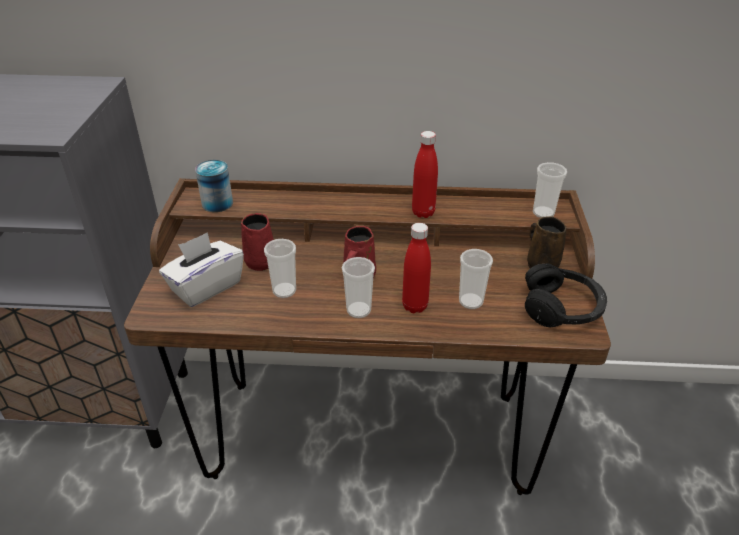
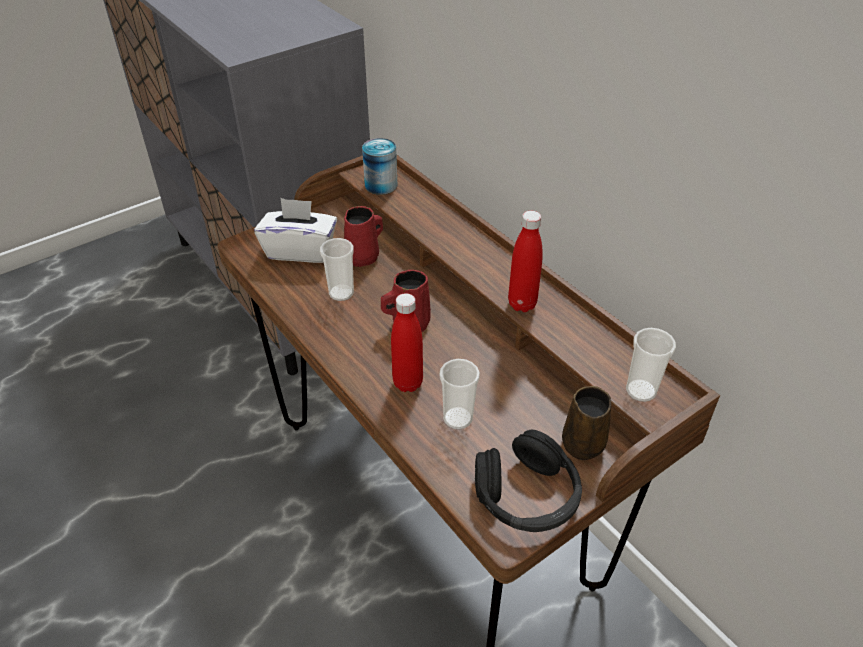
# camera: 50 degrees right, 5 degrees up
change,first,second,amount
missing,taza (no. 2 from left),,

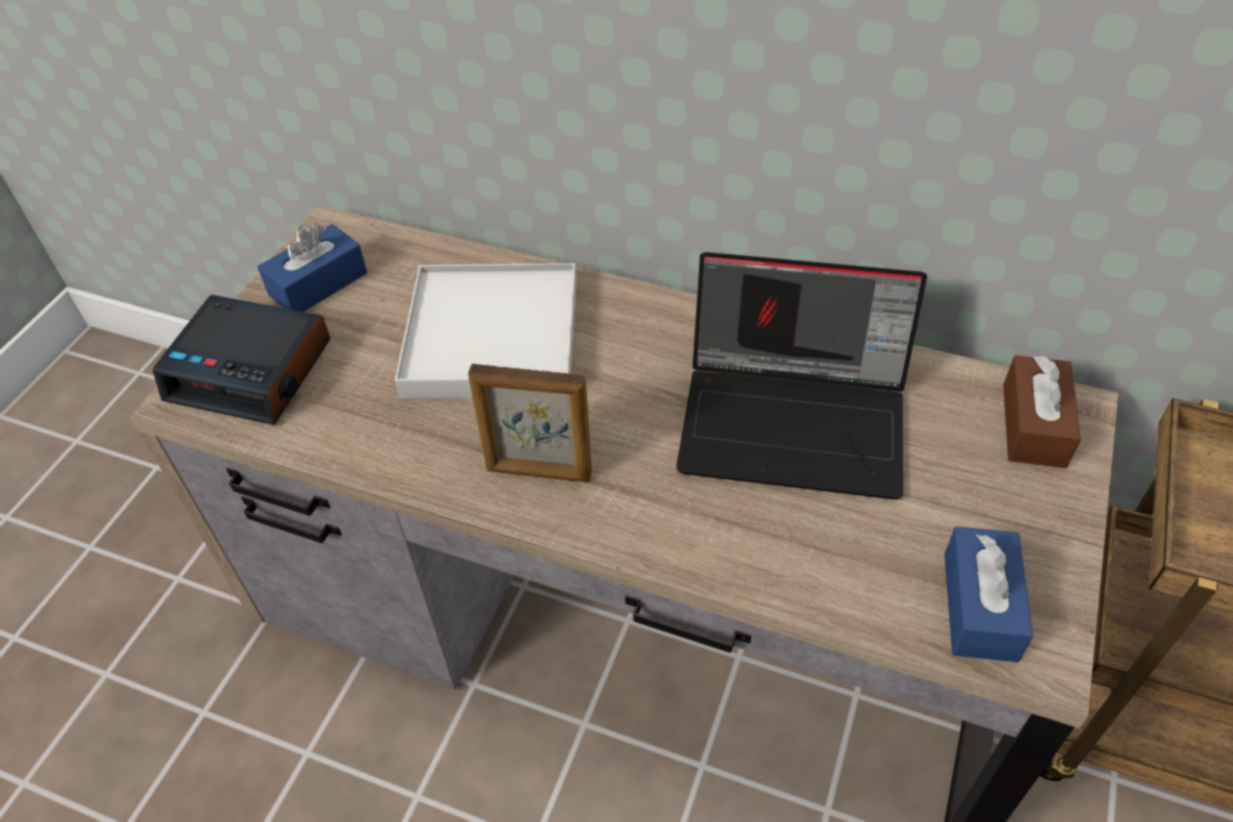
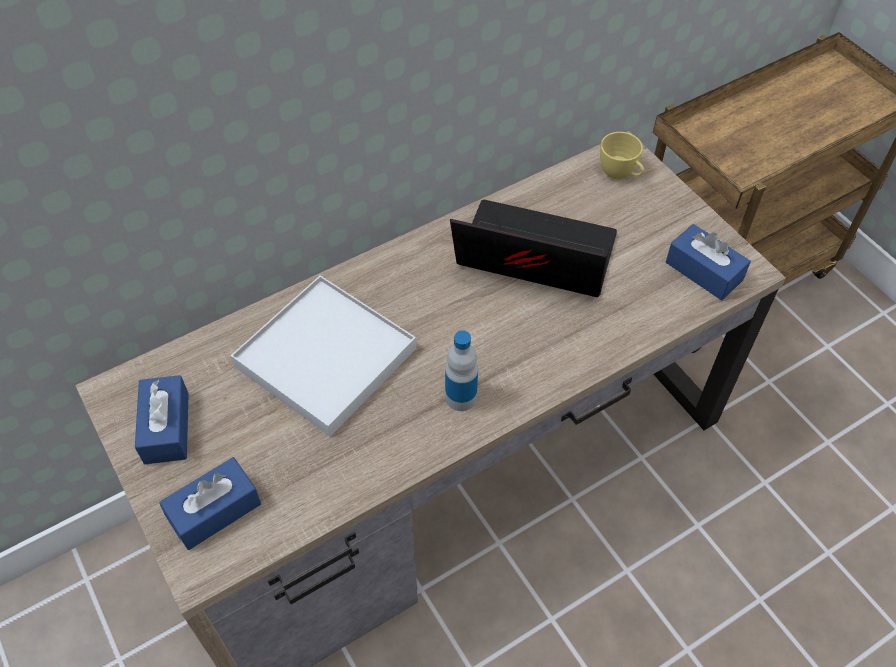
# camera: 55 degrees left, 5 degrees up
change,first,second,amount
spun,portátil,,120 degrees counterclockwise
exchanged,despertador,caja de pañuelos [azul] (no. 2 from left),
exchanged,caja de pañuelos [marrón],taza [amarillo],
exchanged,portarretratos,botella,

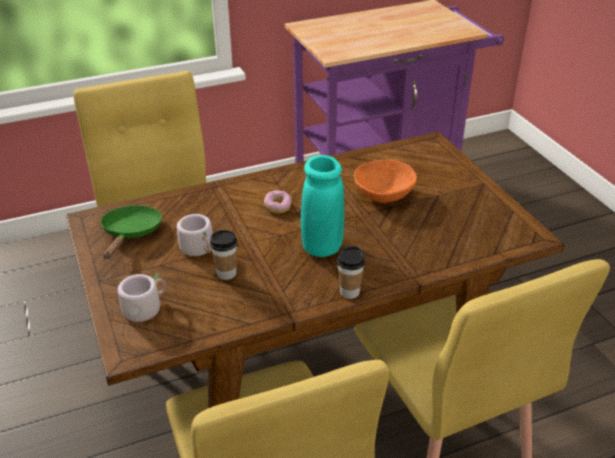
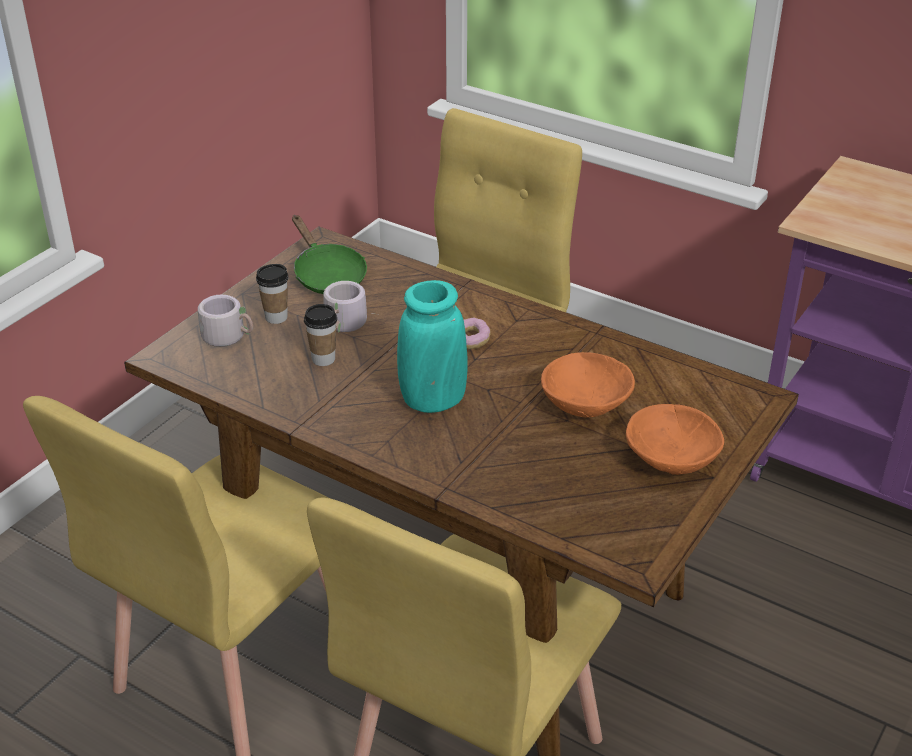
# camera: 55 degrees right, 0 degrees up
change,first,second,amount
spun,sartén [verde],,90 degrees clockwise
relocated,taza (no. 2 from left in the first image),taza (no. 1 from left),
appeared,,cuenco [naranja] (no. 2 from left),

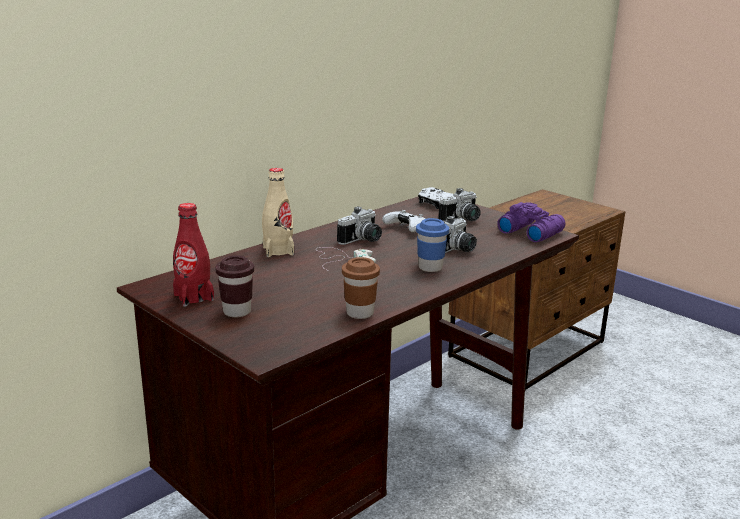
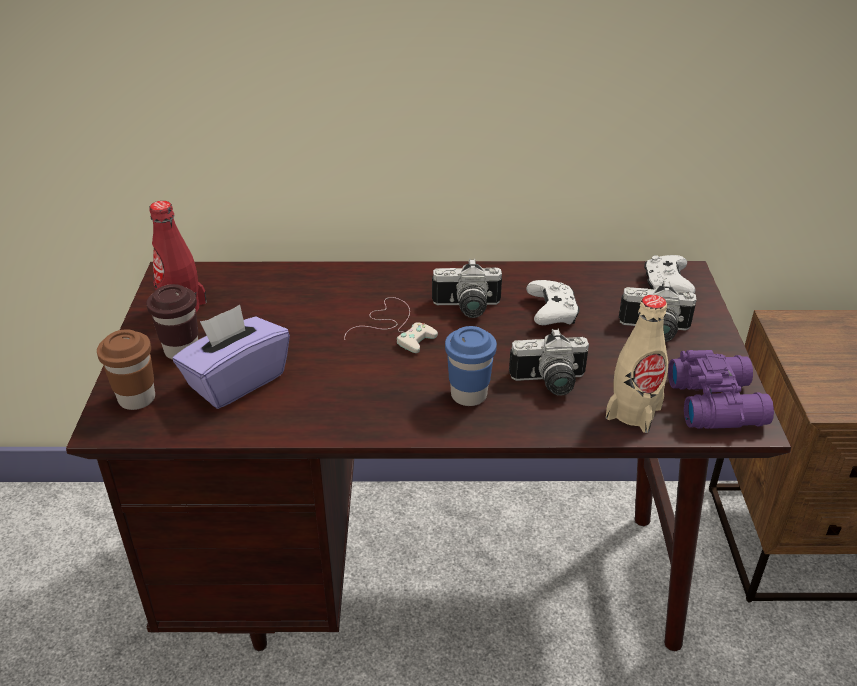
# camera: 45 degrees right, 15 degrees up
change,first,second,amount
relocated,botella [beis],,
relocated,taza [marrón] (no. 2 from left in the first image),taza [marrón] (no. 1 from left),
appeared,,caja de pañuelos [morado],

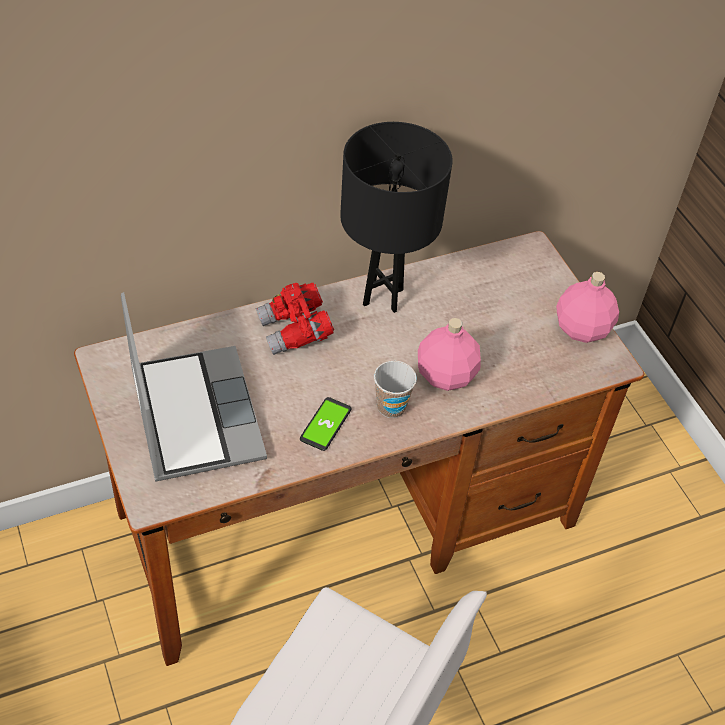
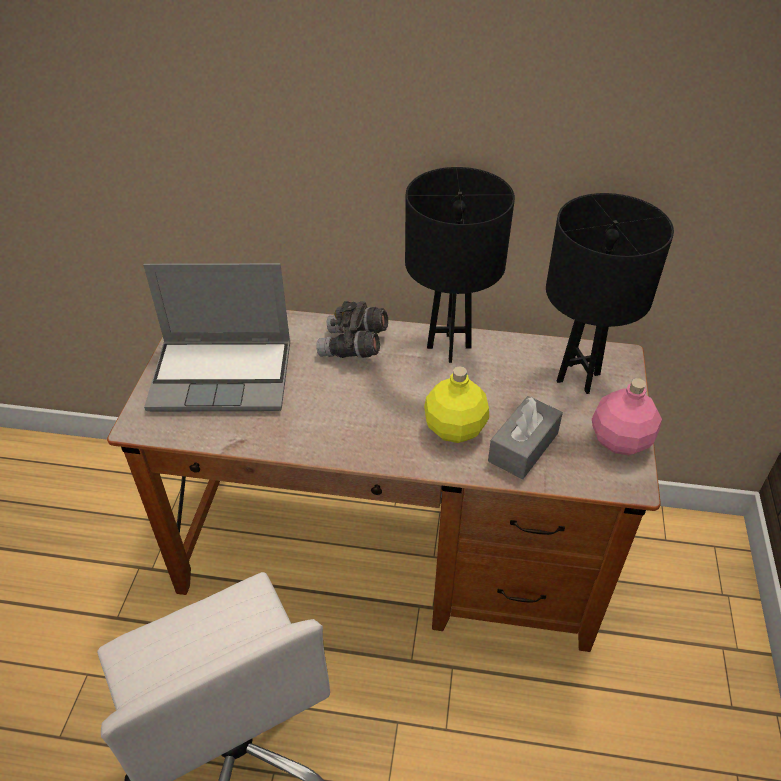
# camera: 35 degrees right, 5 degrees down
change,first,second,amount
colour,prismáticos [rojo],prismáticos [gris],
spun,portátil,,75 degrees clockwise
colour,botella [rosa] (no. 1 from left),botella [amarillo],
missing,taza,,
missing,móvil,,
appeared,,lámpara de mesa [negro] (no. 2 from left),
appeared,,caja de pañuelos [gris],

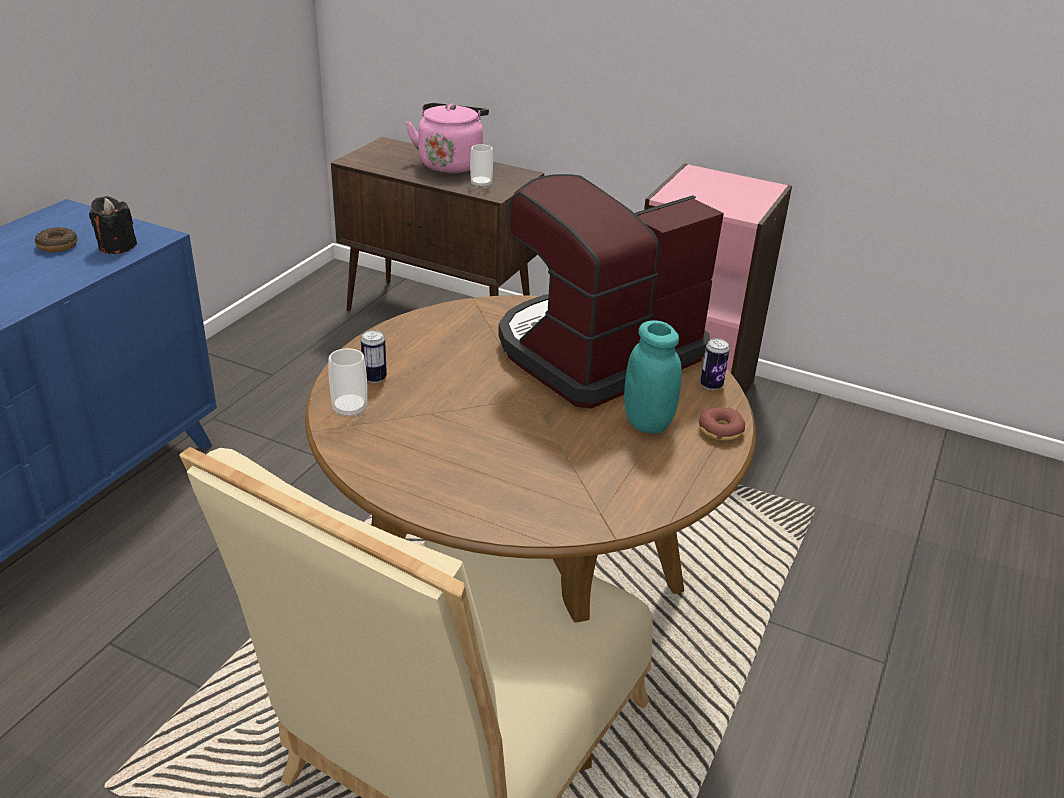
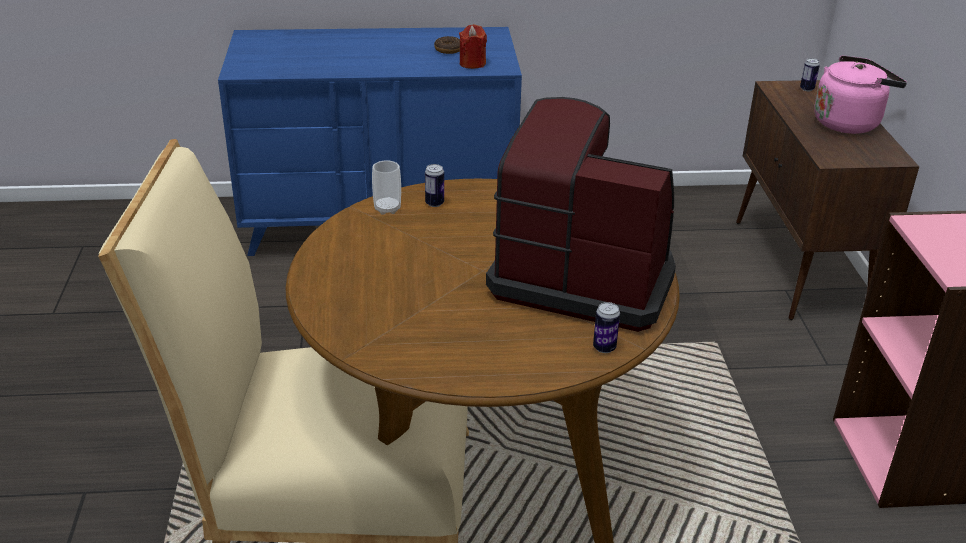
# camera: 60 degrees right, 0 degrees up
change,first,second,amount
missing,taza (no. 2 from left),,
colour,vela [negro],vela [rojo],
missing,tarro [turquesa],,
missing,rosquilla (no. 2 from left),,
appeared,,lata (no. 3 from left),

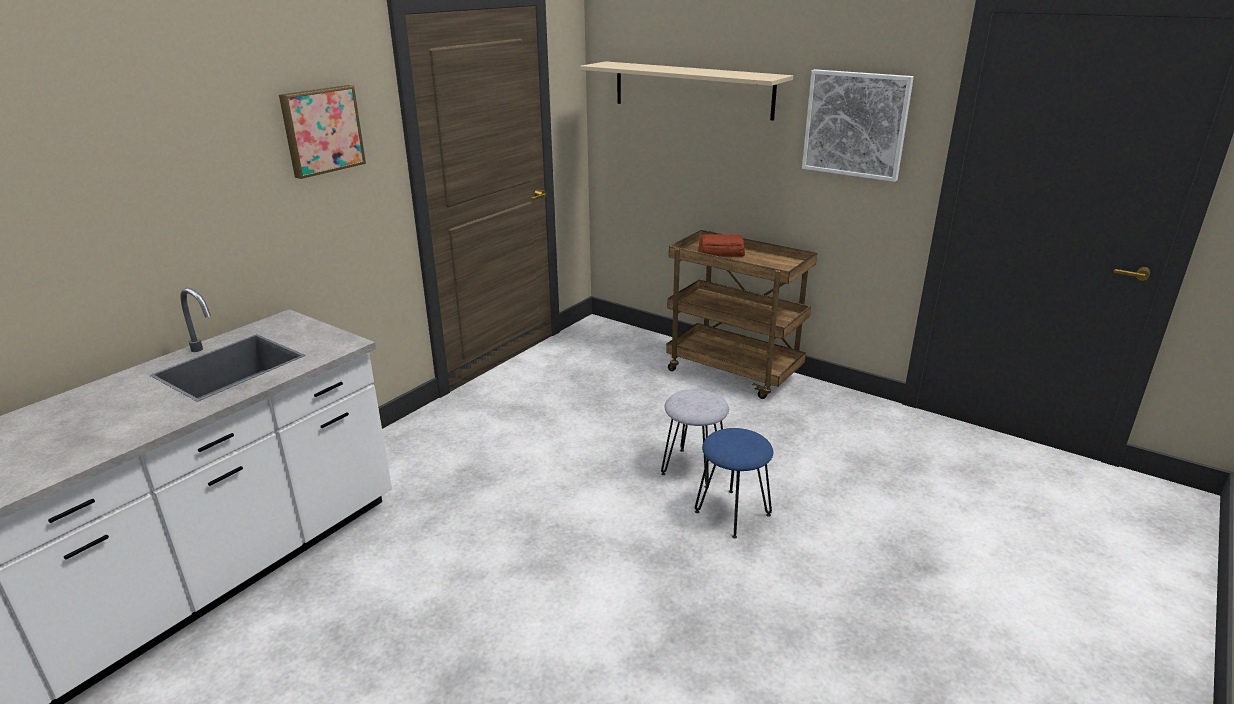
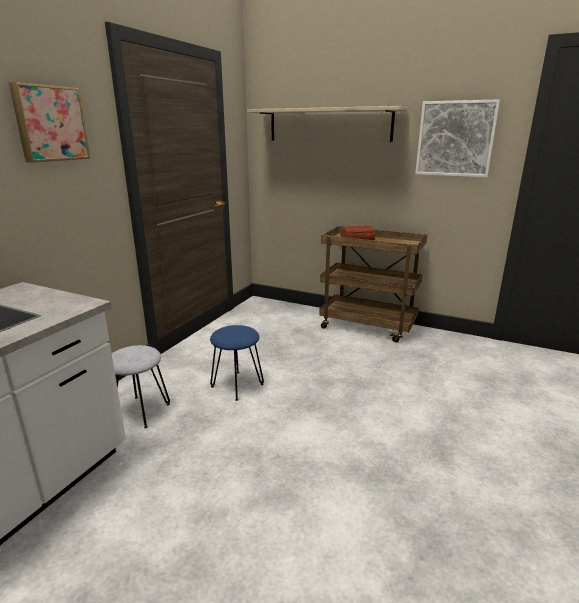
# camera: 10 degrees left, 5 degrees down
change,first,second,amount
relocated,taburete [gris],,
relocated,taburete [azul],,

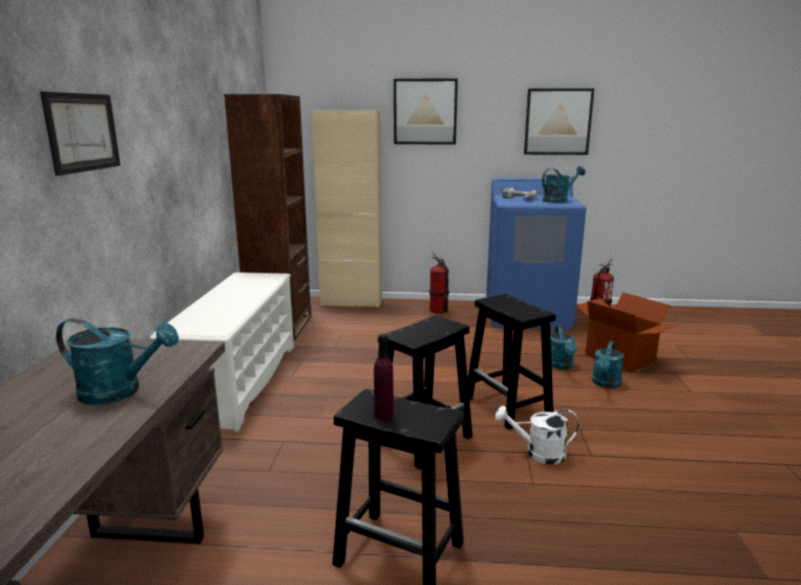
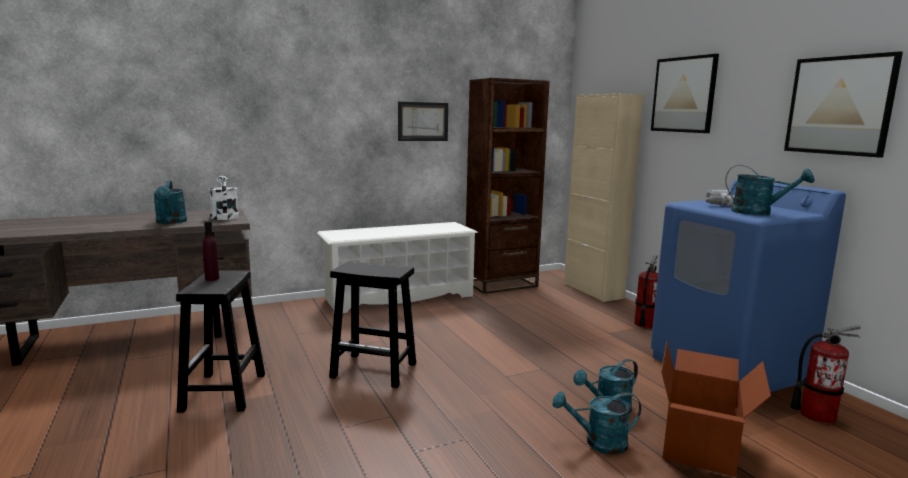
# camera: 60 degrees right, 5 degrees down
change,first,second,amount
relocated,cuadro (no. 1 from left),,
missing,taburete [negro] (no. 3 from left),,
relocated,regadera [blanco],,

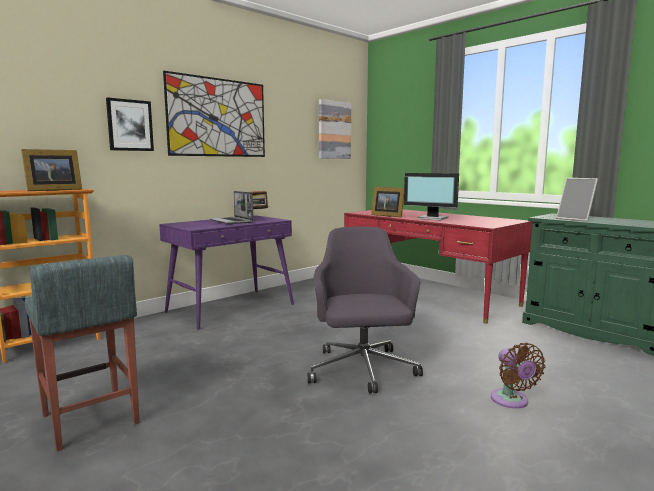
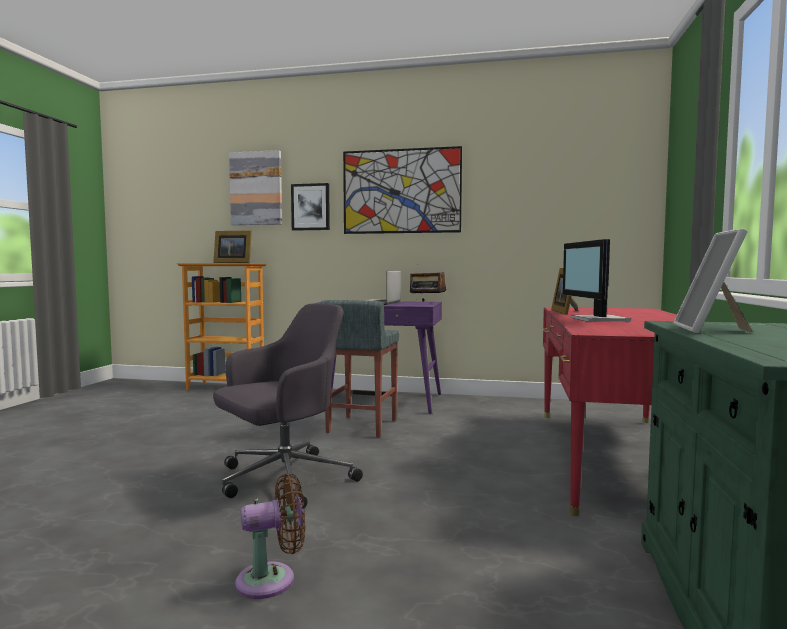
# camera: 55 degrees right, 5 degrees down
change,first,second,amount
relocated,cuadro (no. 3 from left in the first image),cuadro (no. 1 from left),
relocated,taburete [gris],,
spun,ventilador [marrón],,150 degrees counterclockwise

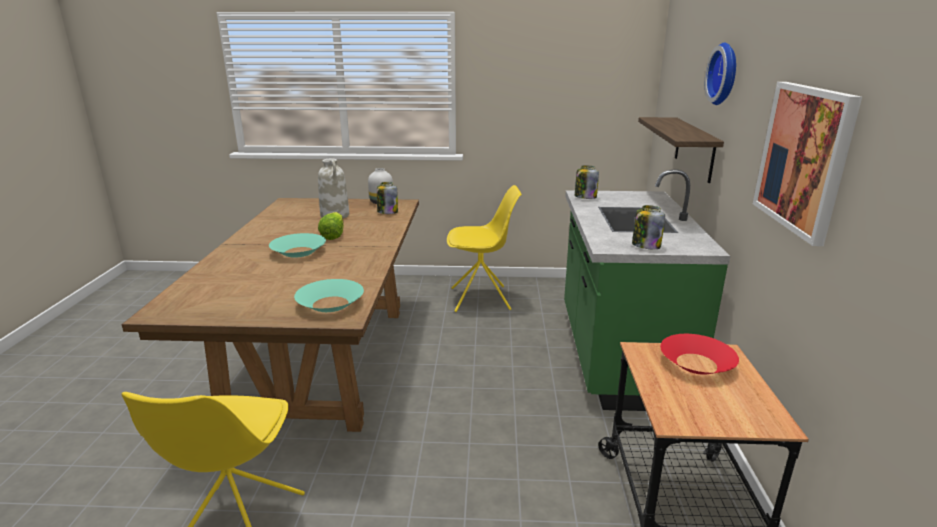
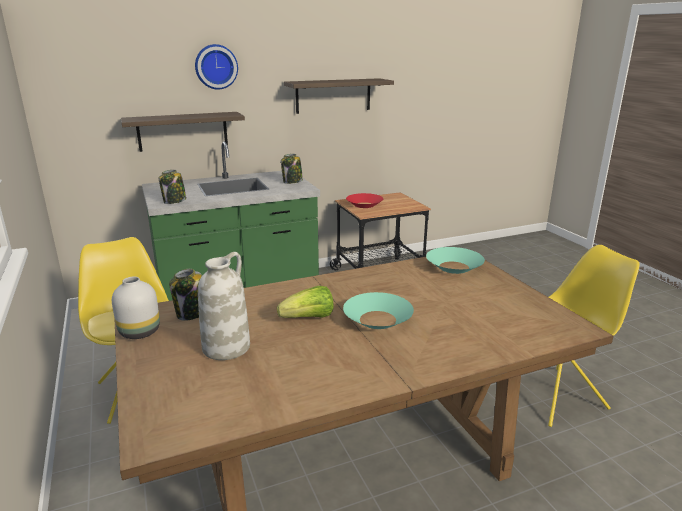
# camera: 115 degrees left, 0 degrees up
change,first,second,amount
exchanged,cuadro,estante (no. 2 from left),

